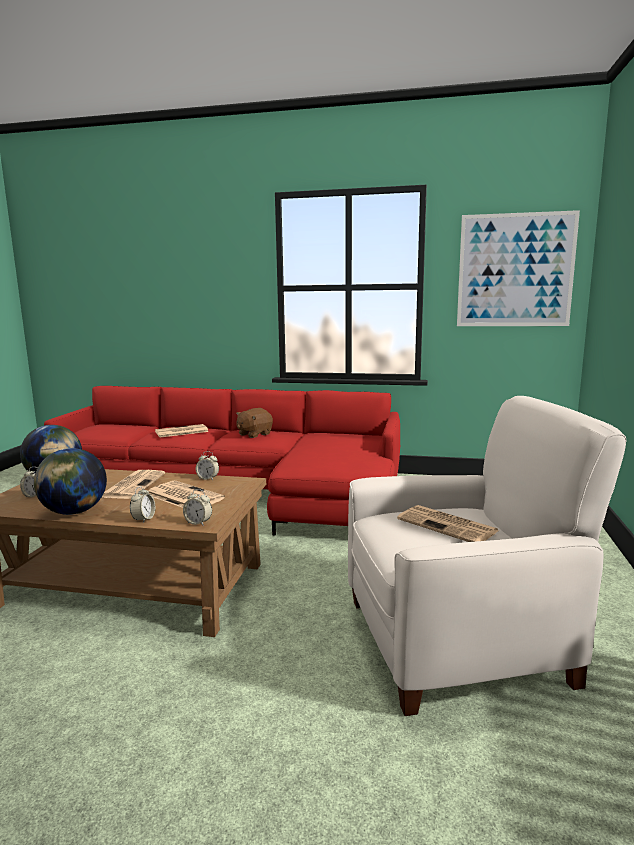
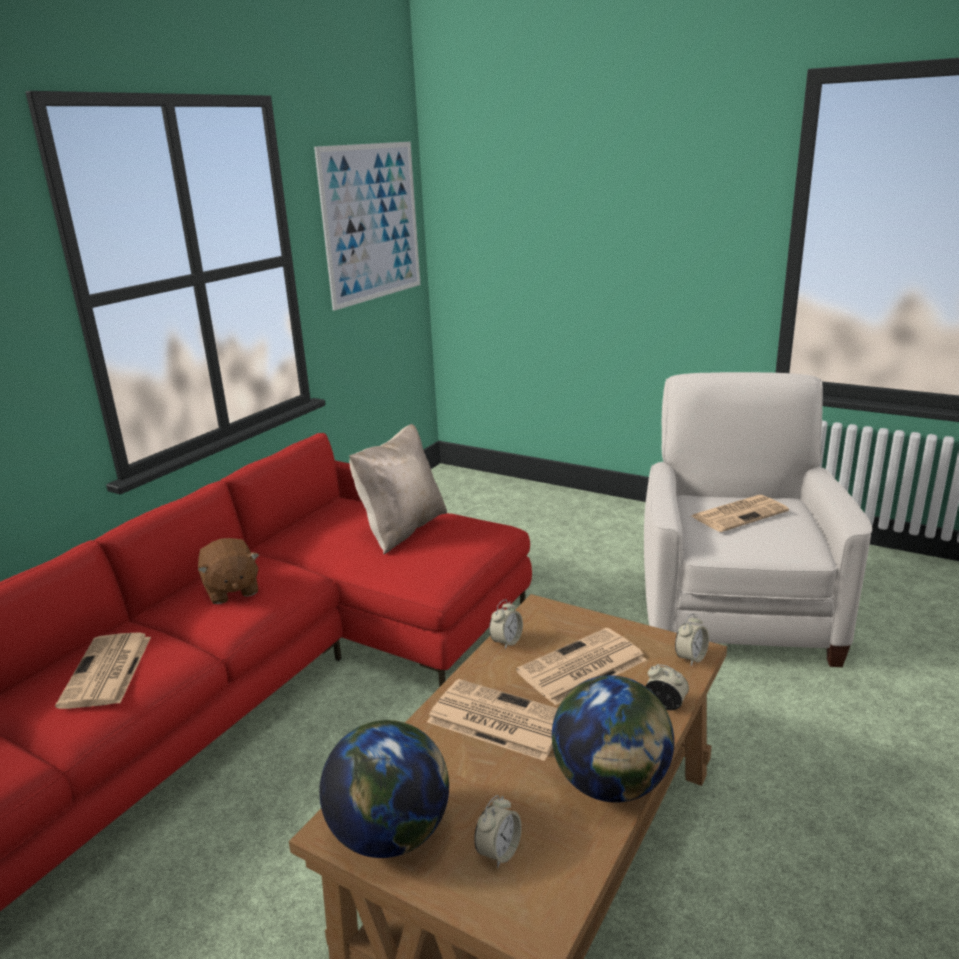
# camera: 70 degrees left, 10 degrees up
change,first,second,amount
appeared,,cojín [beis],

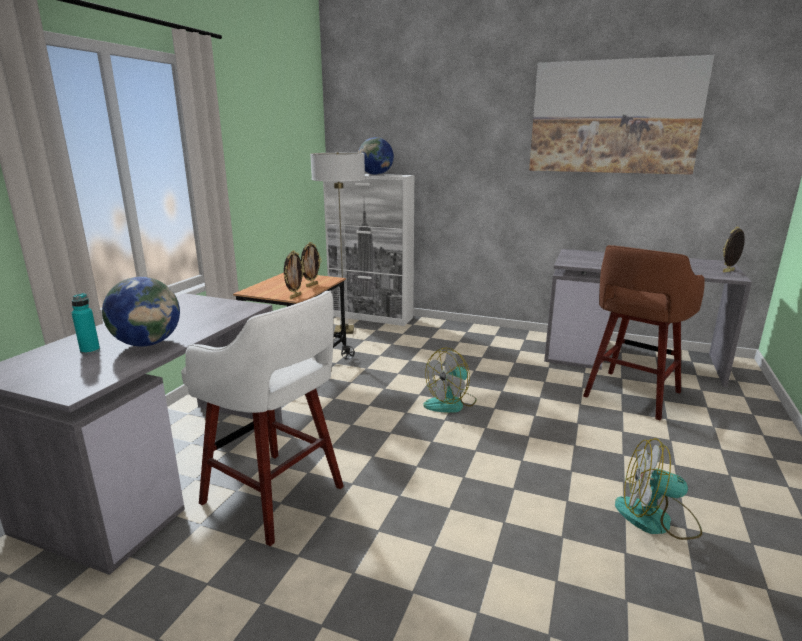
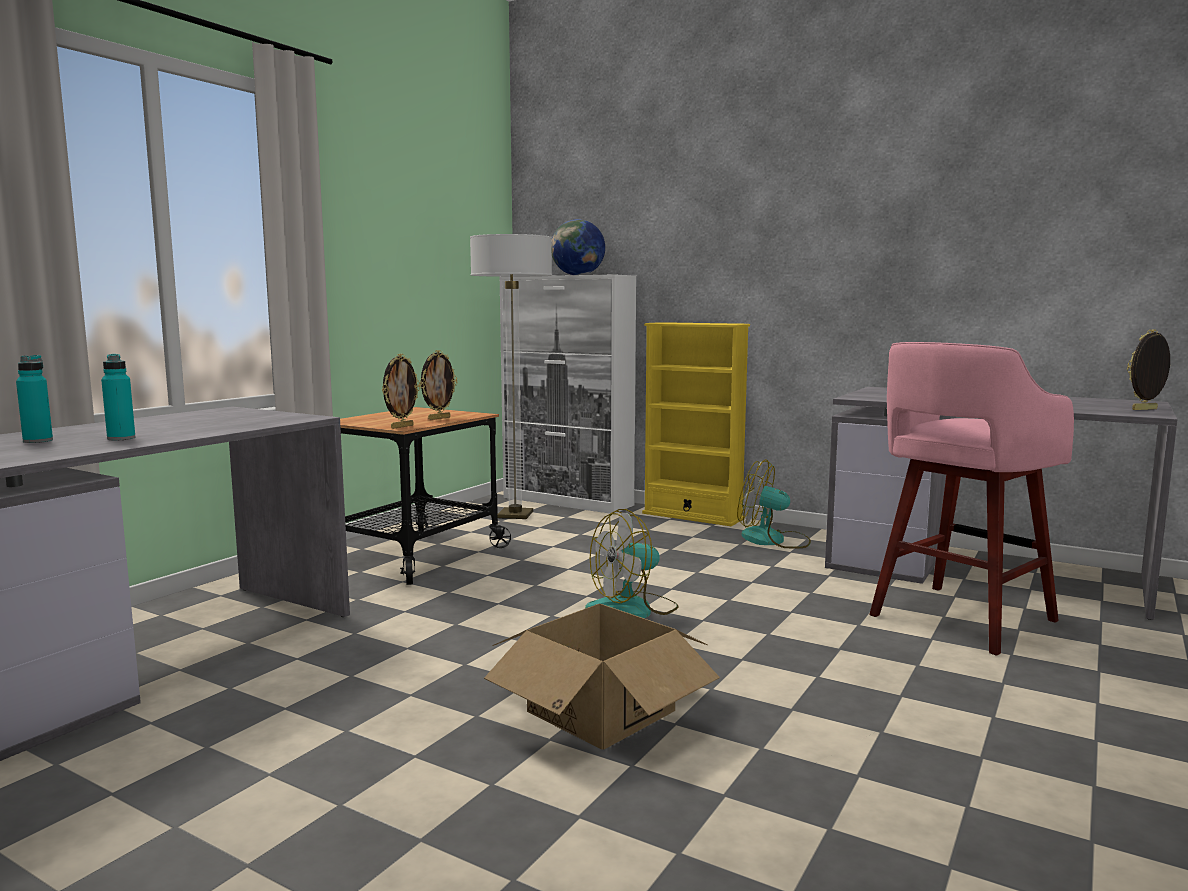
# camera: 10 degrees right, 10 degrees down
change,first,second,amount
missing,cuadro,,
colour,taburete [marrón],taburete [rosa],
exchanged,globo terráqueo (no. 1 from left),botella [turquesa] (no. 2 from left),
missing,taburete [blanco],,
relocated,ventilador (no. 2 from left),,
appeared,,estantería [amarillo],
appeared,,caja de cartón,

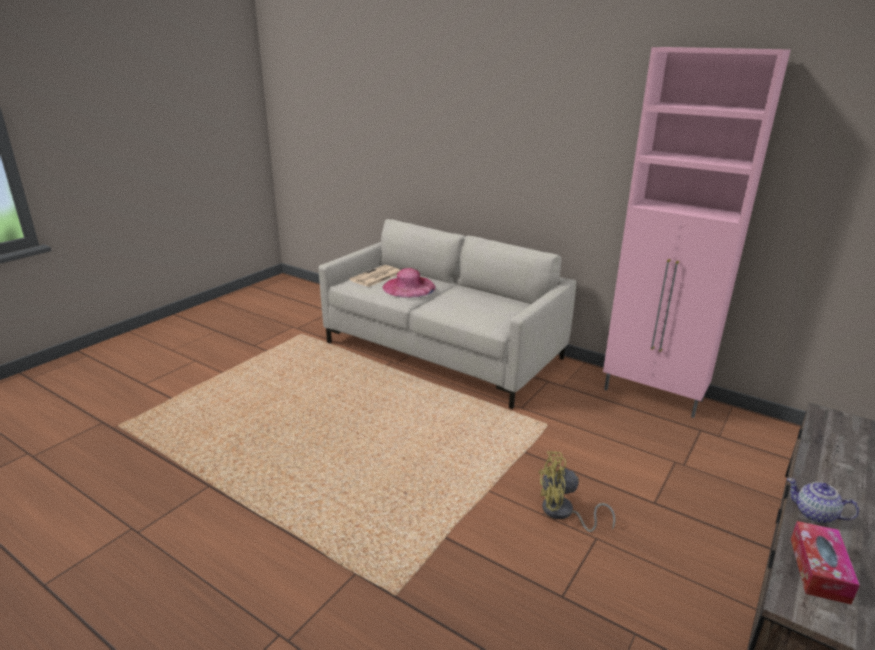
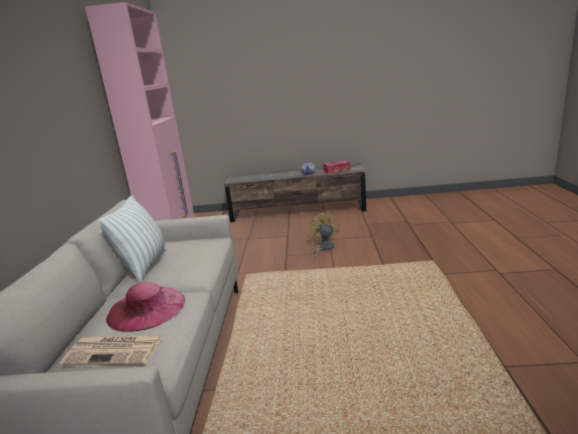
# camera: 120 degrees left, 5 degrees down
change,first,second,amount
spun,ventilador [amarillo],,150 degrees counterclockwise
appeared,,cojín,

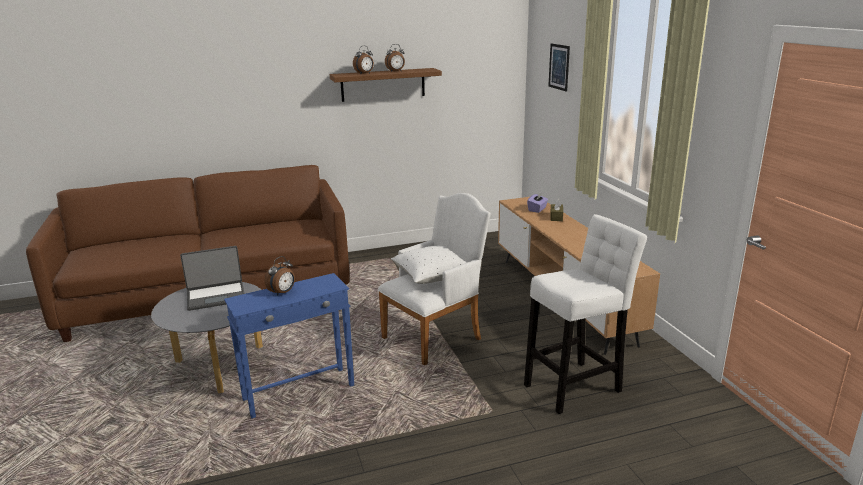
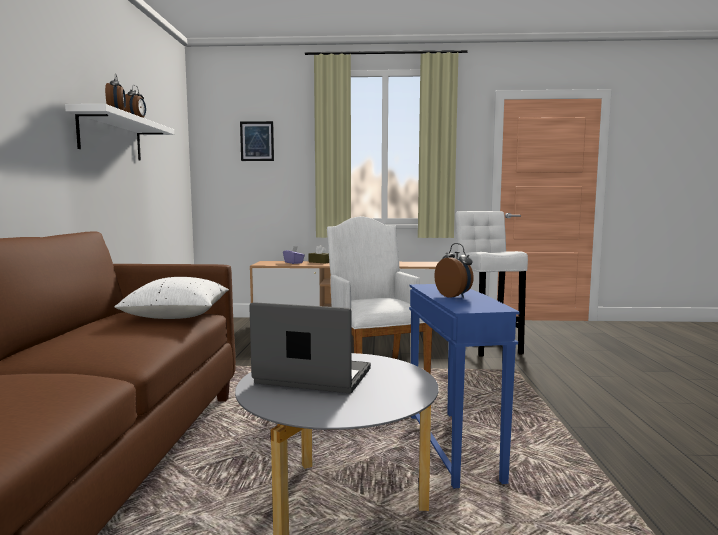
# camera: 70 degrees left, 15 degrees down
change,first,second,amount
colour,estante [marrón],estante [blanco],
relocated,cojín [blanco],,
spun,portátil,,75 degrees counterclockwise

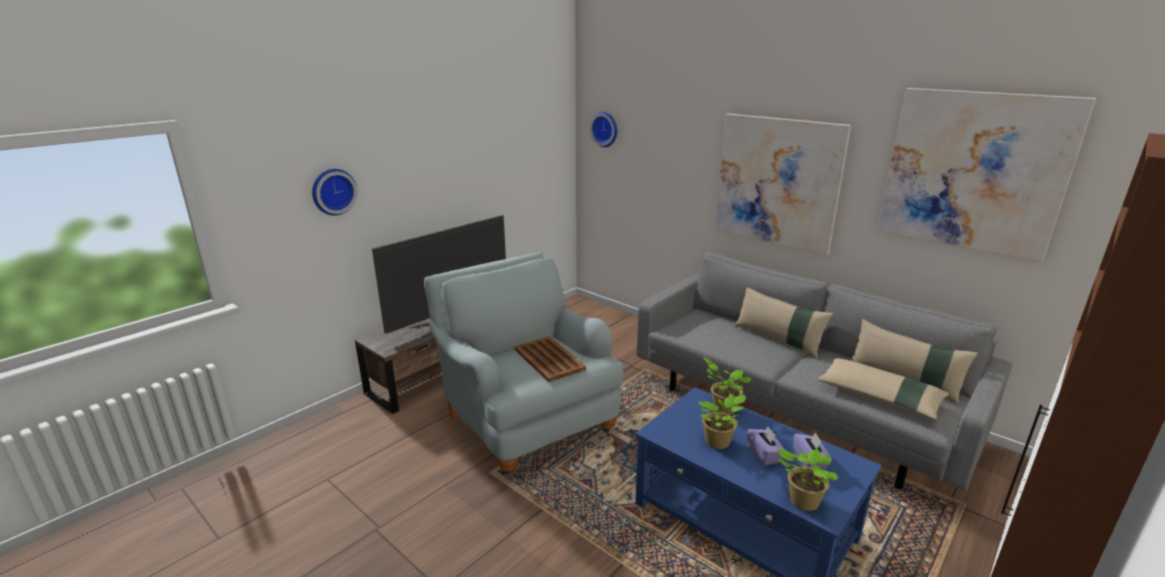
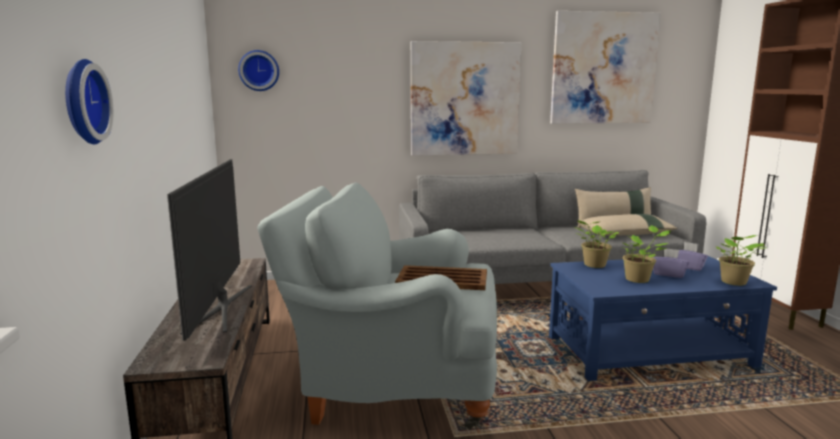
# camera: 50 degrees left, 10 degrees down
change,first,second,amount
missing,cojín [beis] (no. 1 from left),,

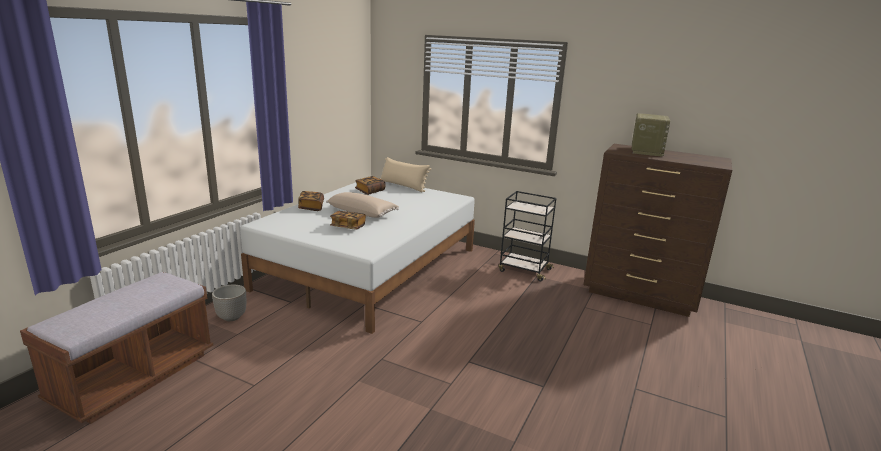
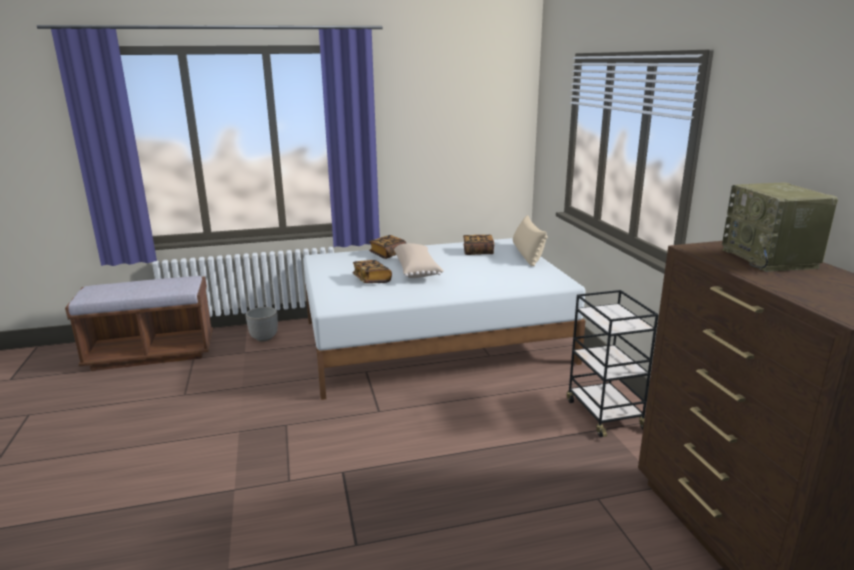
# camera: 50 degrees right, 0 degrees up
change,first,second,amount
spun,radio,,105 degrees clockwise

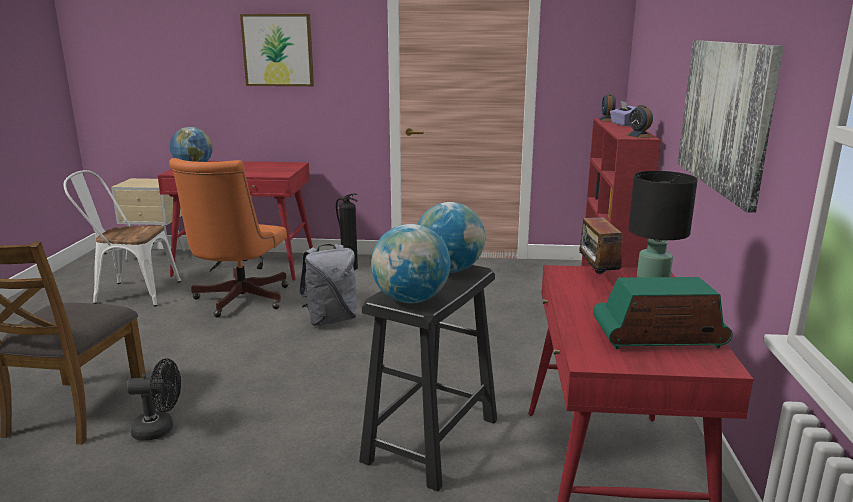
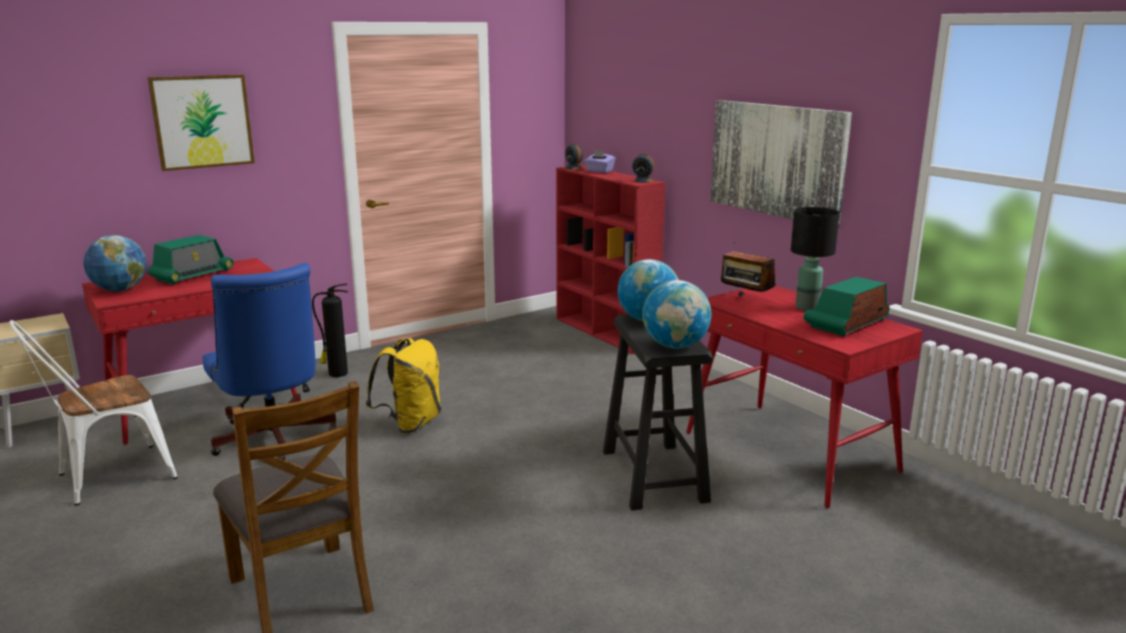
# camera: 40 degrees left, 0 degrees up
change,first,second,amount
colour,silla de oficina [naranja],silla de oficina [azul],
colour,mochila [gris],mochila [amarillo],
missing,ventilador [negro],,
appeared,,radio (no. 1 from left),

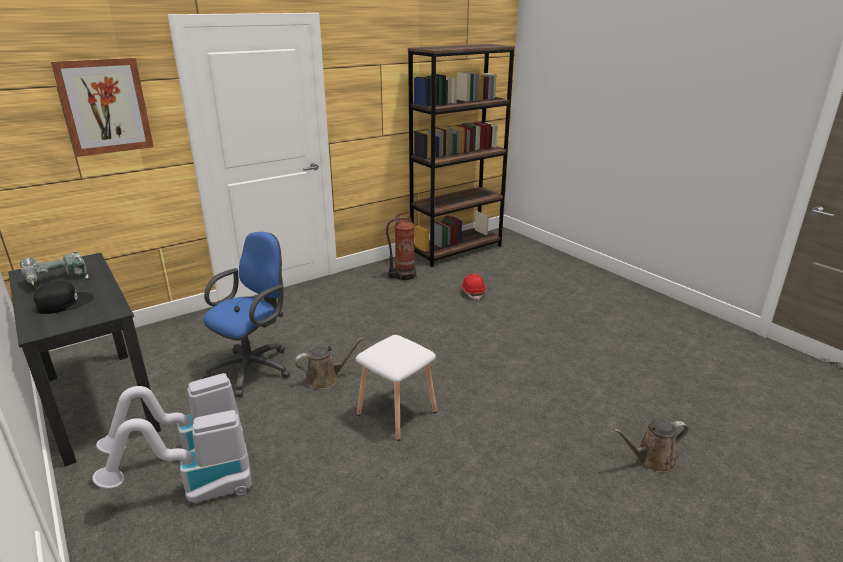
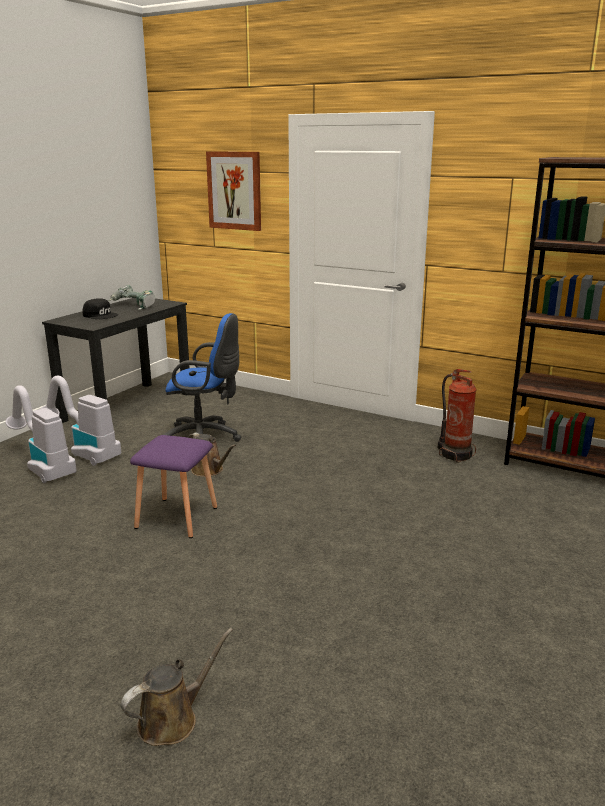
# camera: 65 degrees right, 5 degrees down
change,first,second,amount
missing,casco [rojo],,
colour,taburete [blanco],taburete [morado],
spun,regadera [marrón] (no. 2 from left in the first image),regadera [marrón] (no. 1 from left),90 degrees clockwise

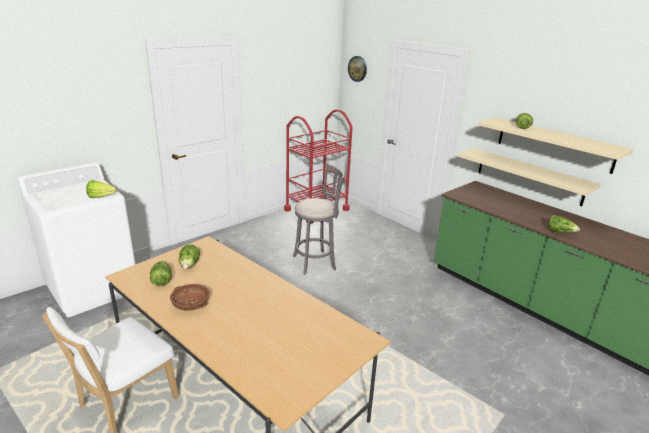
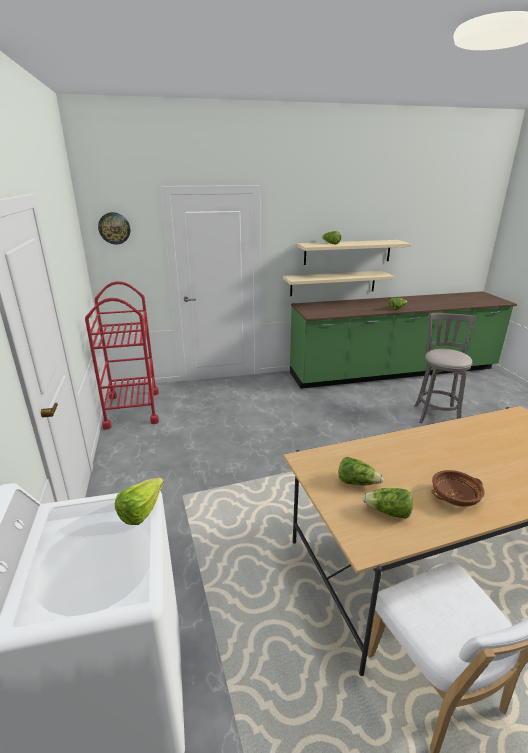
# camera: 60 degrees left, 0 degrees up
change,first,second,amount
relocated,taburete [gris],,

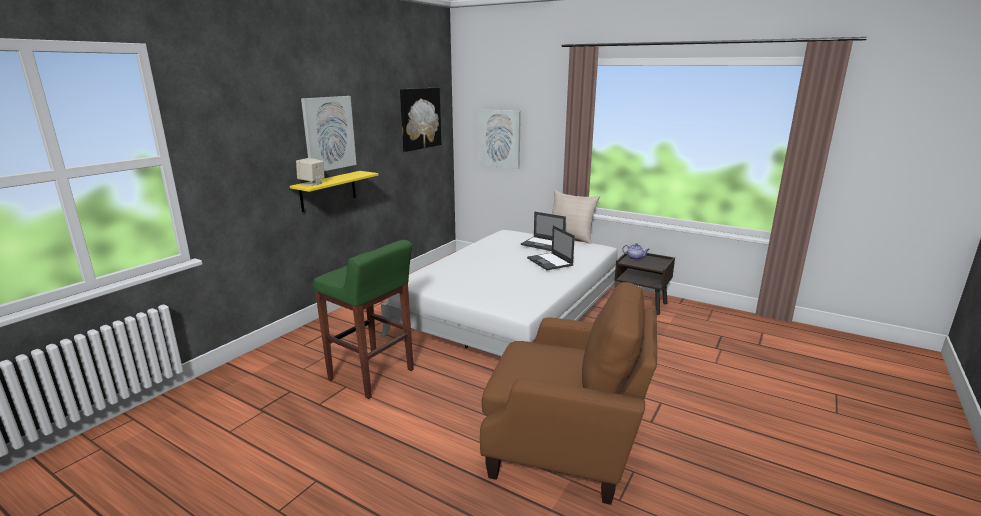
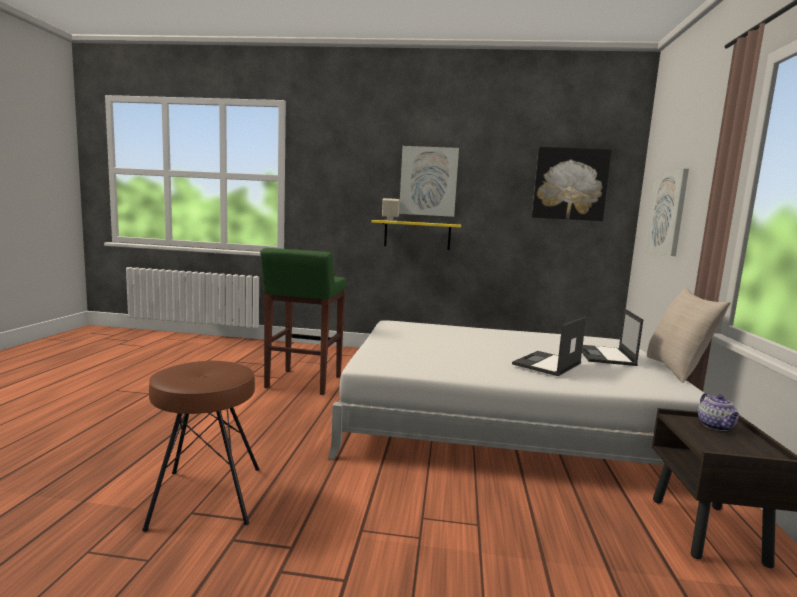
# camera: 65 degrees right, 10 degrees down
change,first,second,amount
exchanged,sillón [marrón],taburete [marrón],

